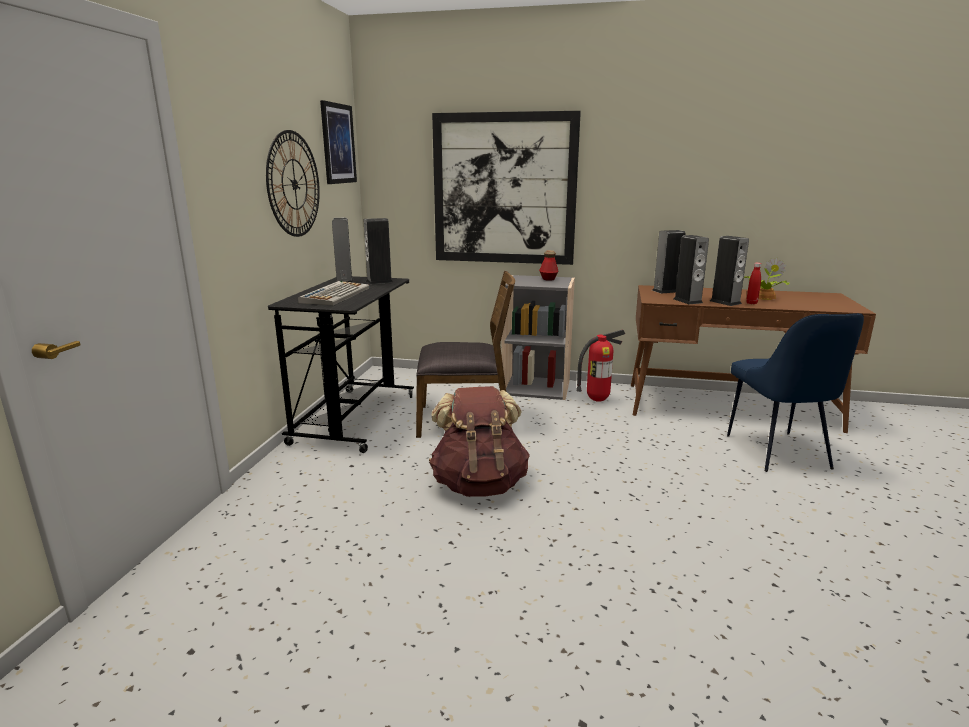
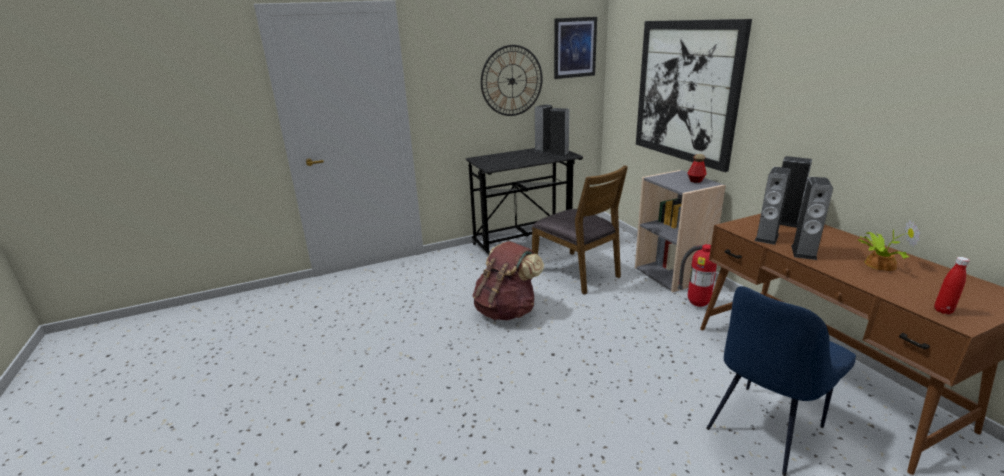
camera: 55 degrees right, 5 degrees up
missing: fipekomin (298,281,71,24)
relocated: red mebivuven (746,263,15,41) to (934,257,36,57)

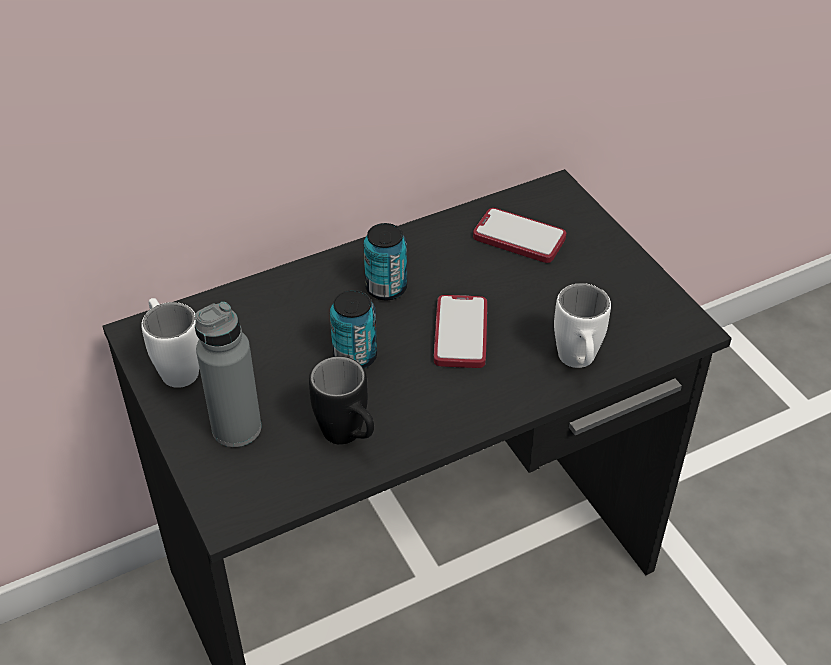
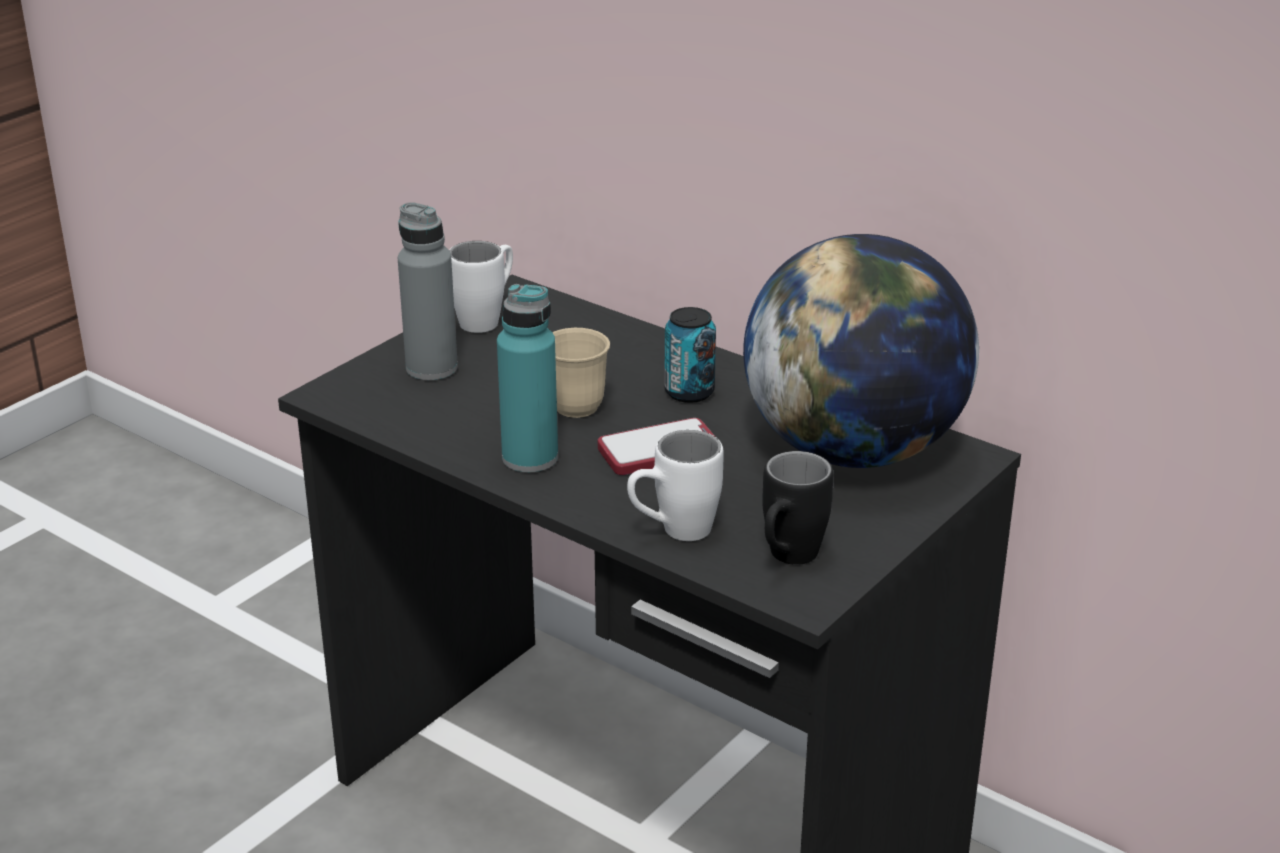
camera: 65 degrees right, 15 degrees down
appeared: turquoise mebivuven (497,284,61,189)
relocated: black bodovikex (309,356,65,89) to (762,451,72,114)
exchanged: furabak (330,290,47,78) to beige bodovikex (552,328,58,90); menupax (473,208,93,55) to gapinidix (743,234,236,234)

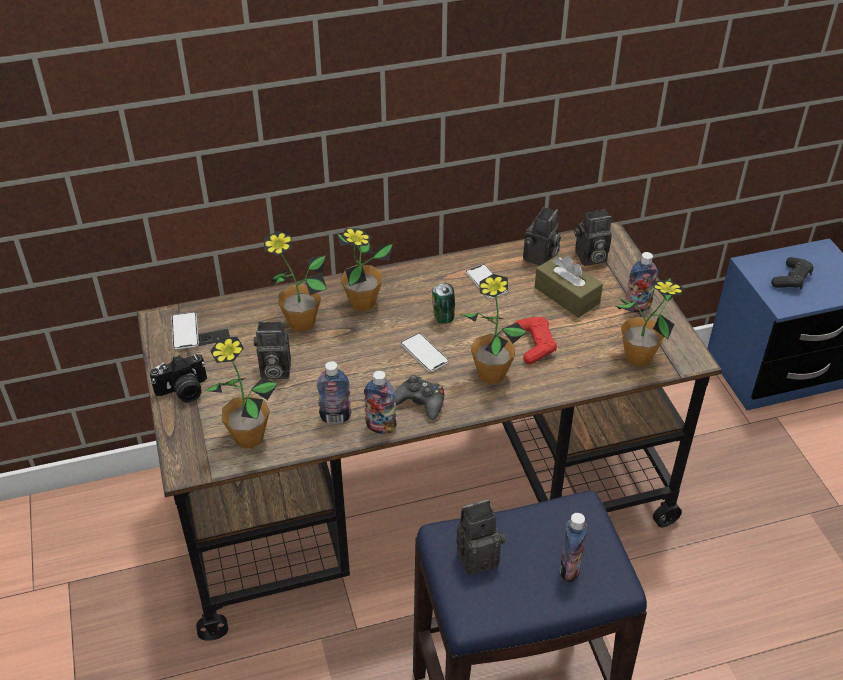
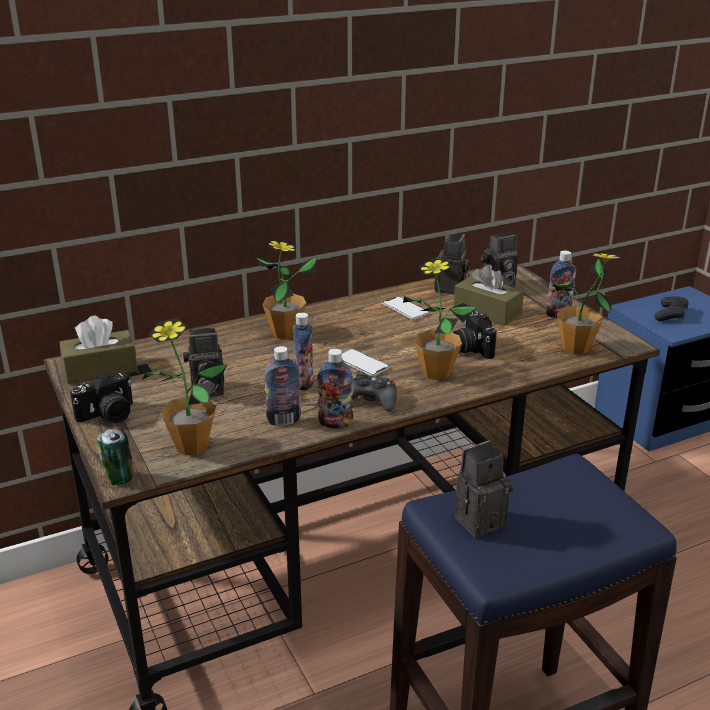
camera: 10 degrees left, 15 degrees down
missing: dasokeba (264,231,63,101)
relocated: furabak (432,283,23,41) to (97,429,37,56); mebivuven (560,513,27,69) to (293,312,20,78)
exchanged: menupax (171,312,28,38) to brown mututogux (60,316,78,68); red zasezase (515,317,42,47) to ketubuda (453,310,44,49)

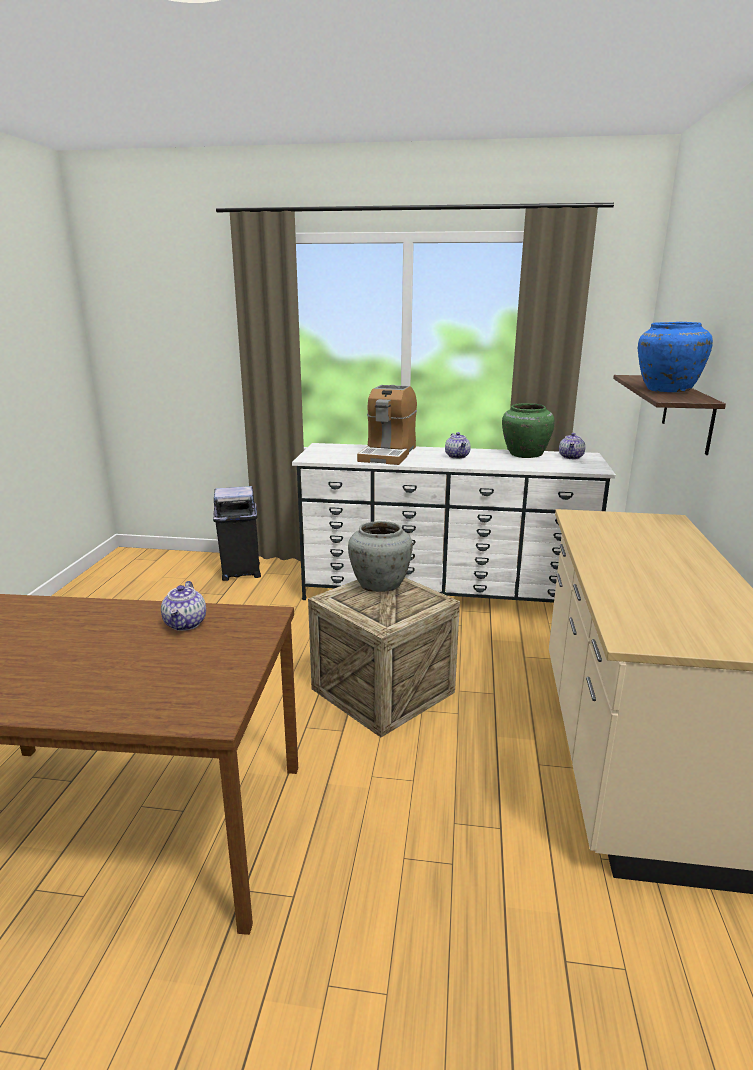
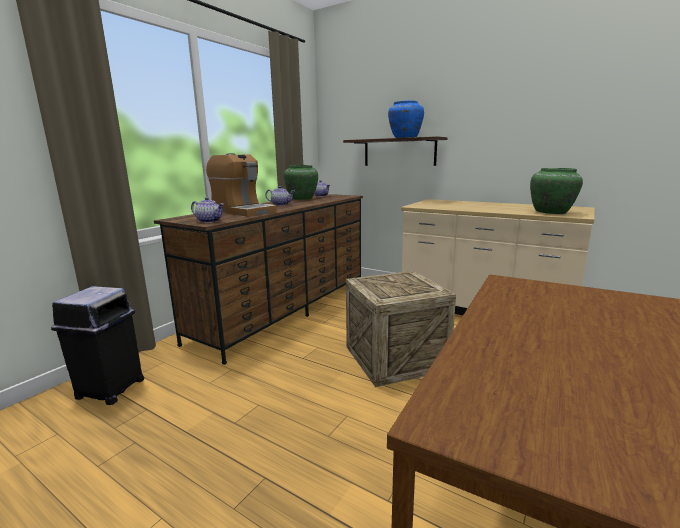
camera: 65 degrees left, 5 degrees down
missing: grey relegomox (348,521,65,71)
appeared: green relegomox (530,168,53,46)
relocated: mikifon (161,581,45,50) to (191,197,33,26)
colour: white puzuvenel (292,443,324,160) to brown puzuvenel (154,194,209,171)

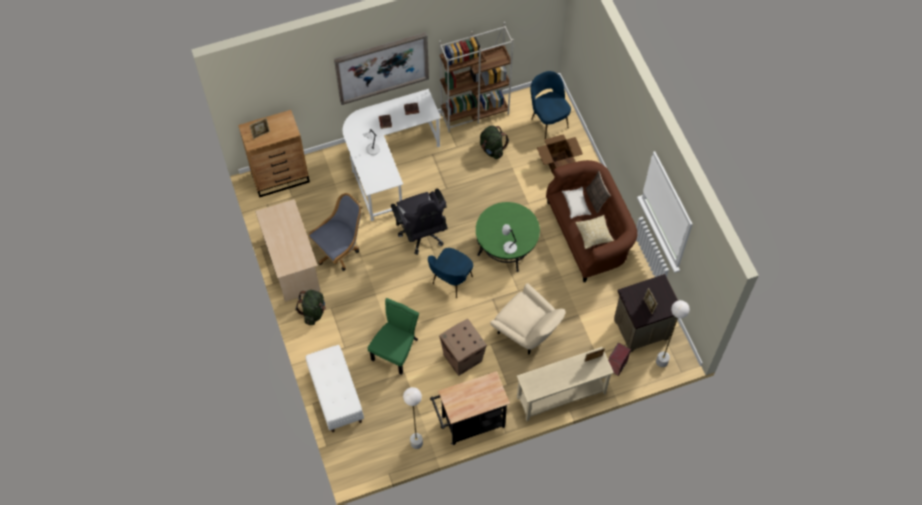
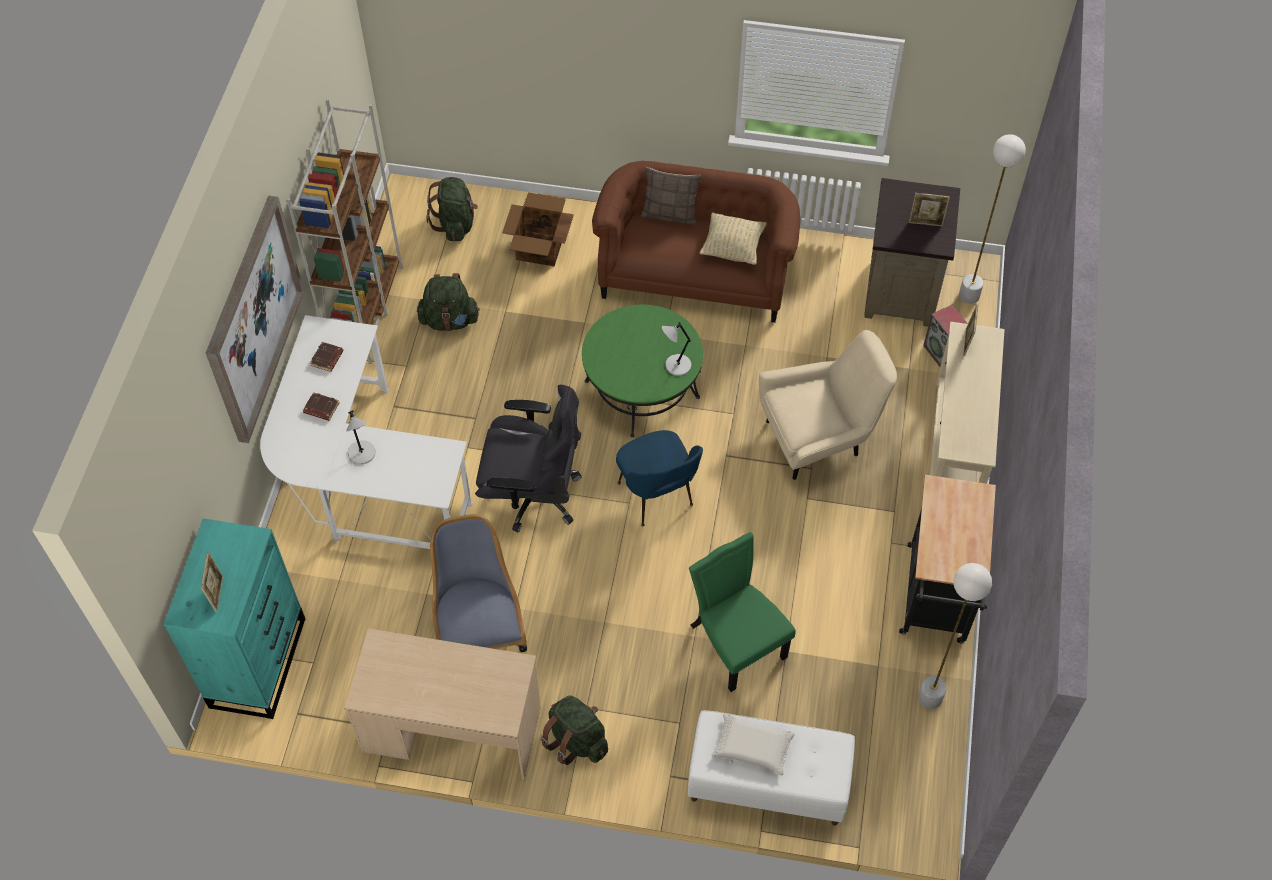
camera: 60 degrees left, 5 degrees down
missing: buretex (439,319,48,57)
relocated: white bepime (562,187,29,32) to (712,713,83,62)
exchanged: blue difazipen (530,71,41,68) to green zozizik (426,177,52,65)
colour: brown puzuvenel (238,110,72,88) to turquoise puzuvenel (163,518,142,201)

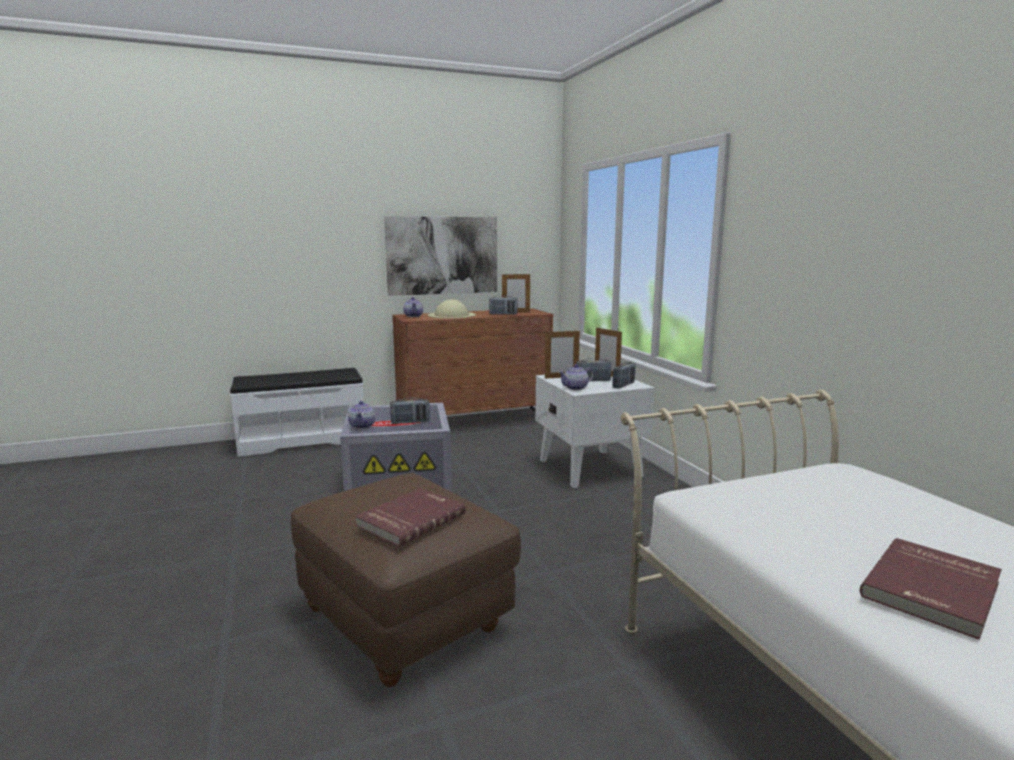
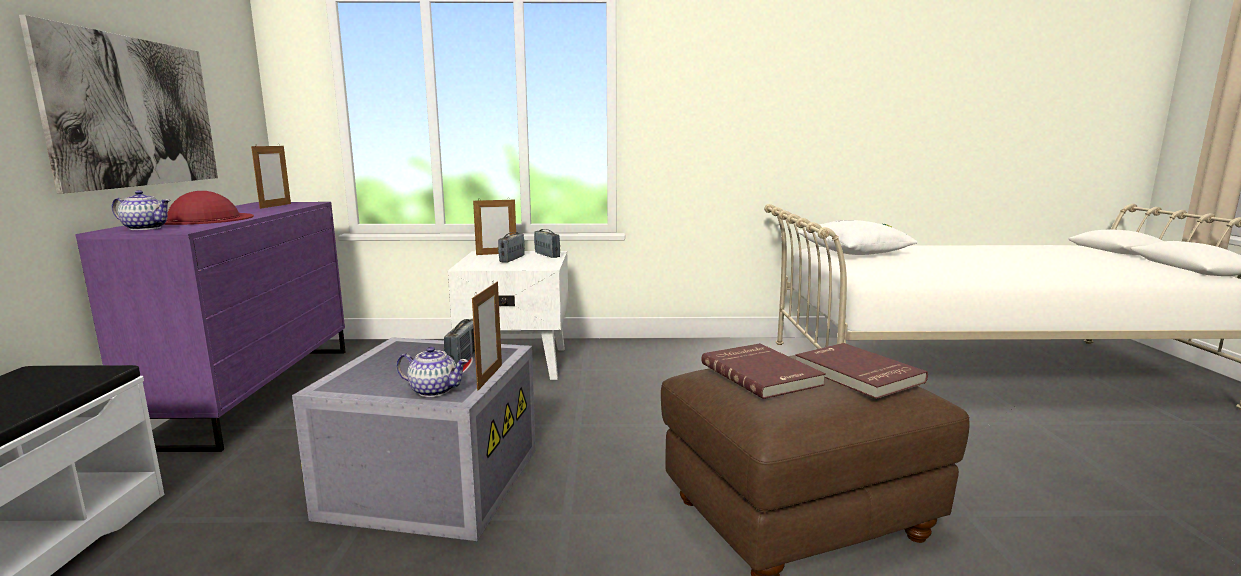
camera: 70 degrees left, 0 degrees up
missing: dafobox (489,296,28,19); mikifon (558,364,35,26)
appeared: white bepime (798,220,120,35)
relocated: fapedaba (545,329,35,50) to (472,282,30,109); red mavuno (860,538,142,102) to (701,343,125,56)
colour: brown puzuvenel (392,308,161,107) to purple puzuvenel (75,202,270,250); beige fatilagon (428,299,48,19) to red fatilagon (163,191,91,34)

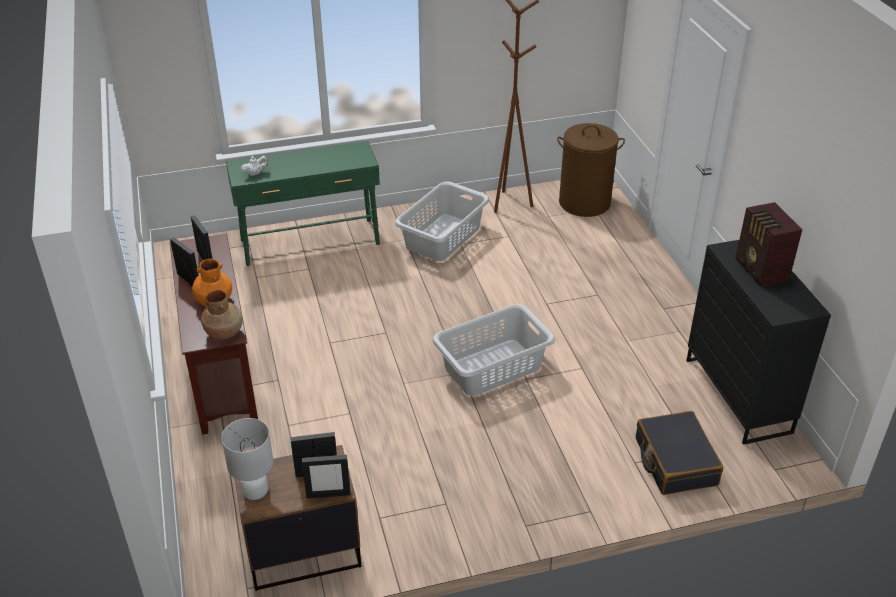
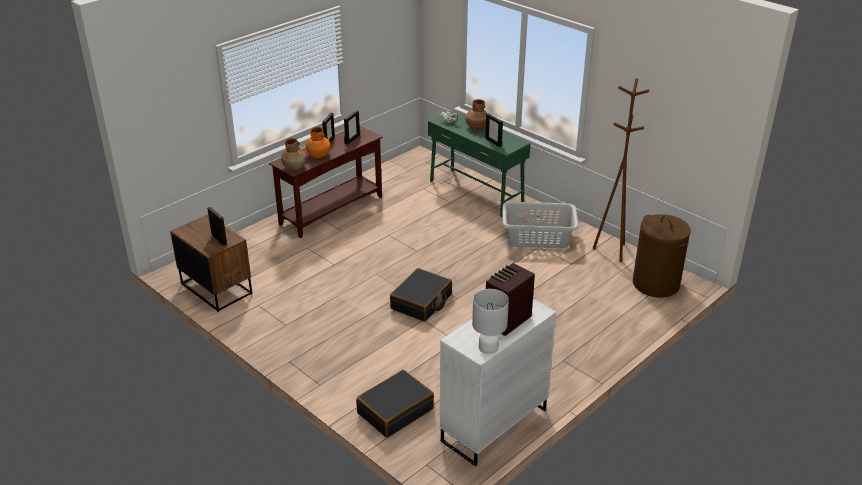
camera: 60 degrees right, 5 degrees down
appeared: brown relegomox (465,99,22,31)
relocated: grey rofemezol (221,418,53,82) to (472,289,37,65); fapedaba (302,455,48,43) to (485,113,18,34)
exchanged: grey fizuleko (432,304,123,92) to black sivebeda (390,268,62,54)
colour: black puzuvenel (686,240,145,205) to white puzuvenel (440,299,116,167)

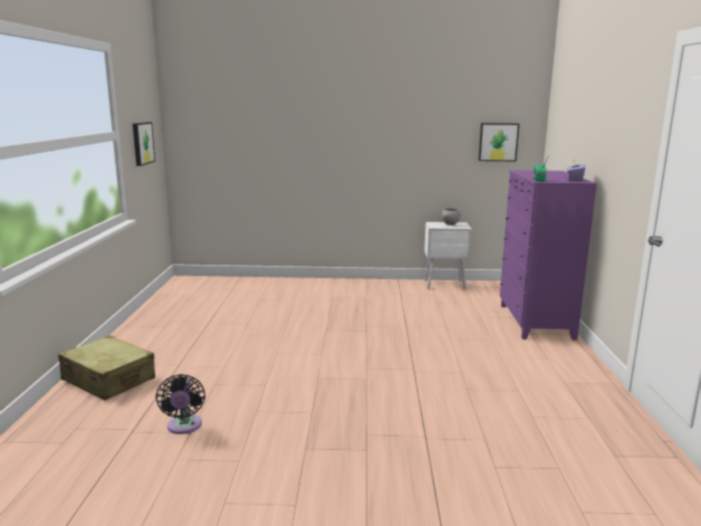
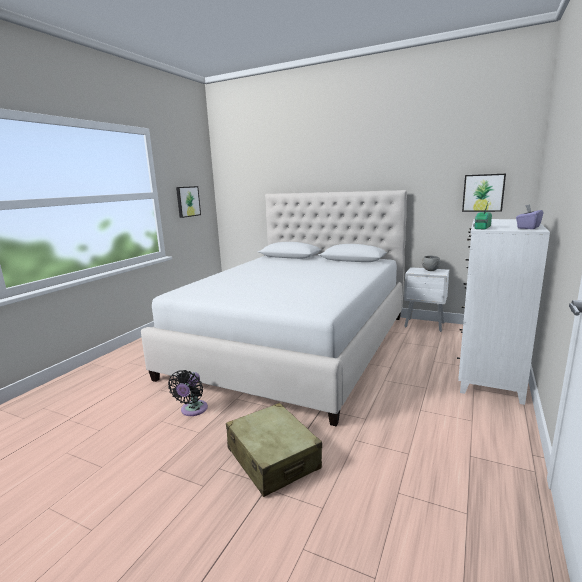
camera: 25 degrees right, 0 degrees up
appeared: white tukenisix (141,190,266,236)
relocated: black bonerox (156,374,49,60) to (168,370,40,46); beige sivebeda (58,335,97,65) to (226,403,96,94)
colour: purple puzuvenel (500,170,97,170) to white puzuvenel (457,219,93,186)

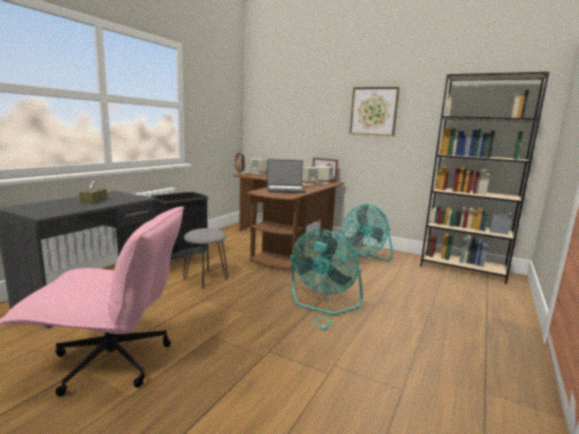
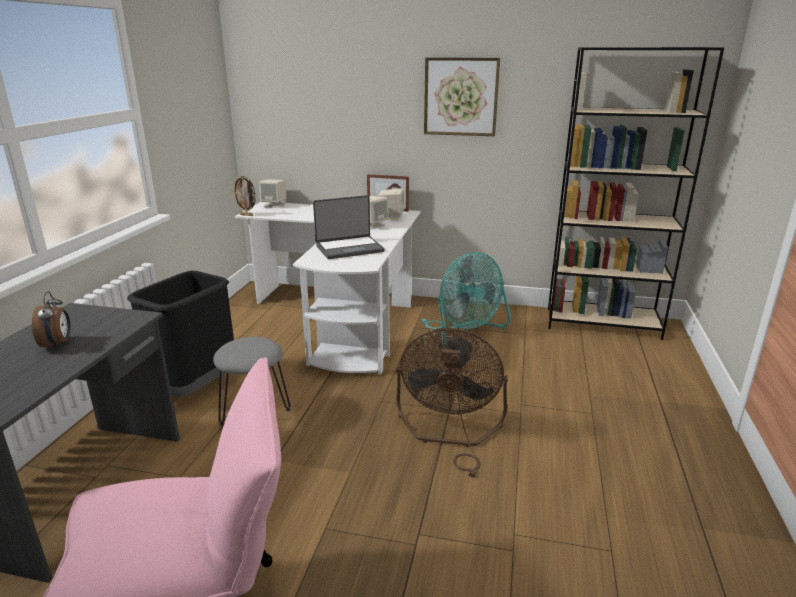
camera: 15 degrees left, 10 degrees up
exchanged: brown mututogux (79,180,28,24) to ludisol (32,291,38,58)
colour: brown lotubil (233,172,111,99) to white lotubil (235,202,186,173); turquoise bonerox (290,230,73,101) to brown bonerox (396,328,112,150)

